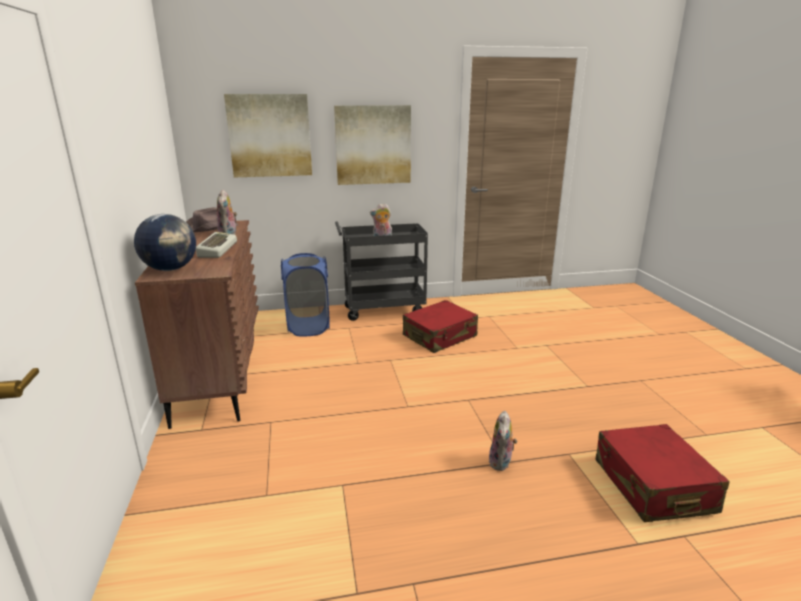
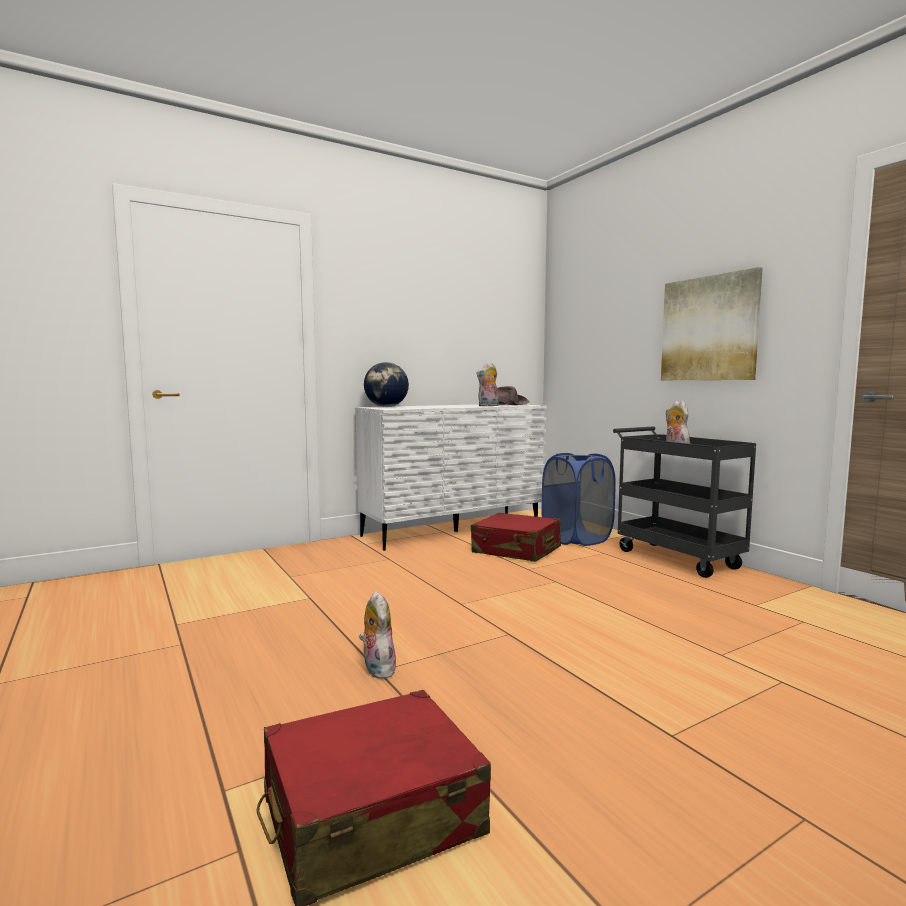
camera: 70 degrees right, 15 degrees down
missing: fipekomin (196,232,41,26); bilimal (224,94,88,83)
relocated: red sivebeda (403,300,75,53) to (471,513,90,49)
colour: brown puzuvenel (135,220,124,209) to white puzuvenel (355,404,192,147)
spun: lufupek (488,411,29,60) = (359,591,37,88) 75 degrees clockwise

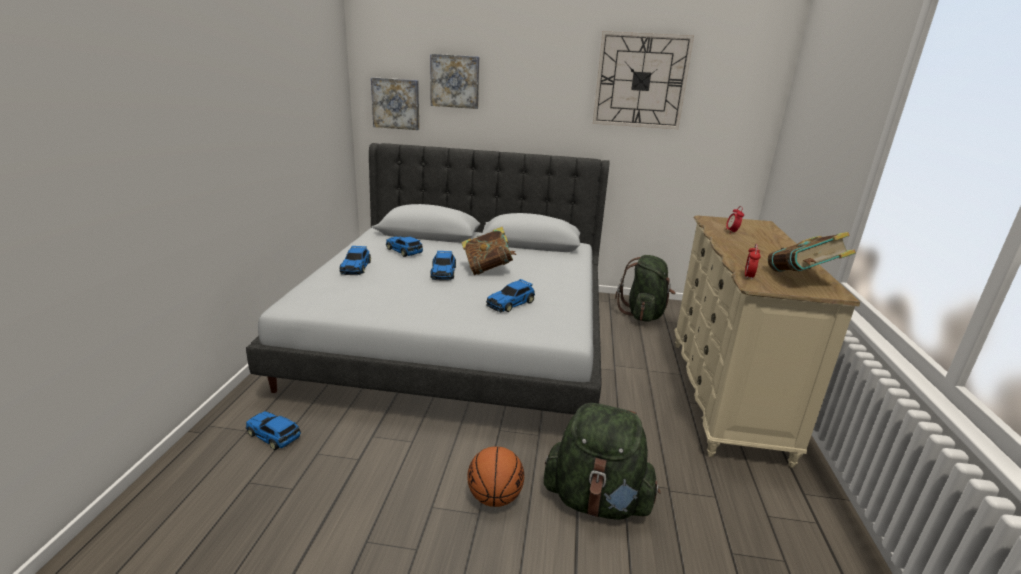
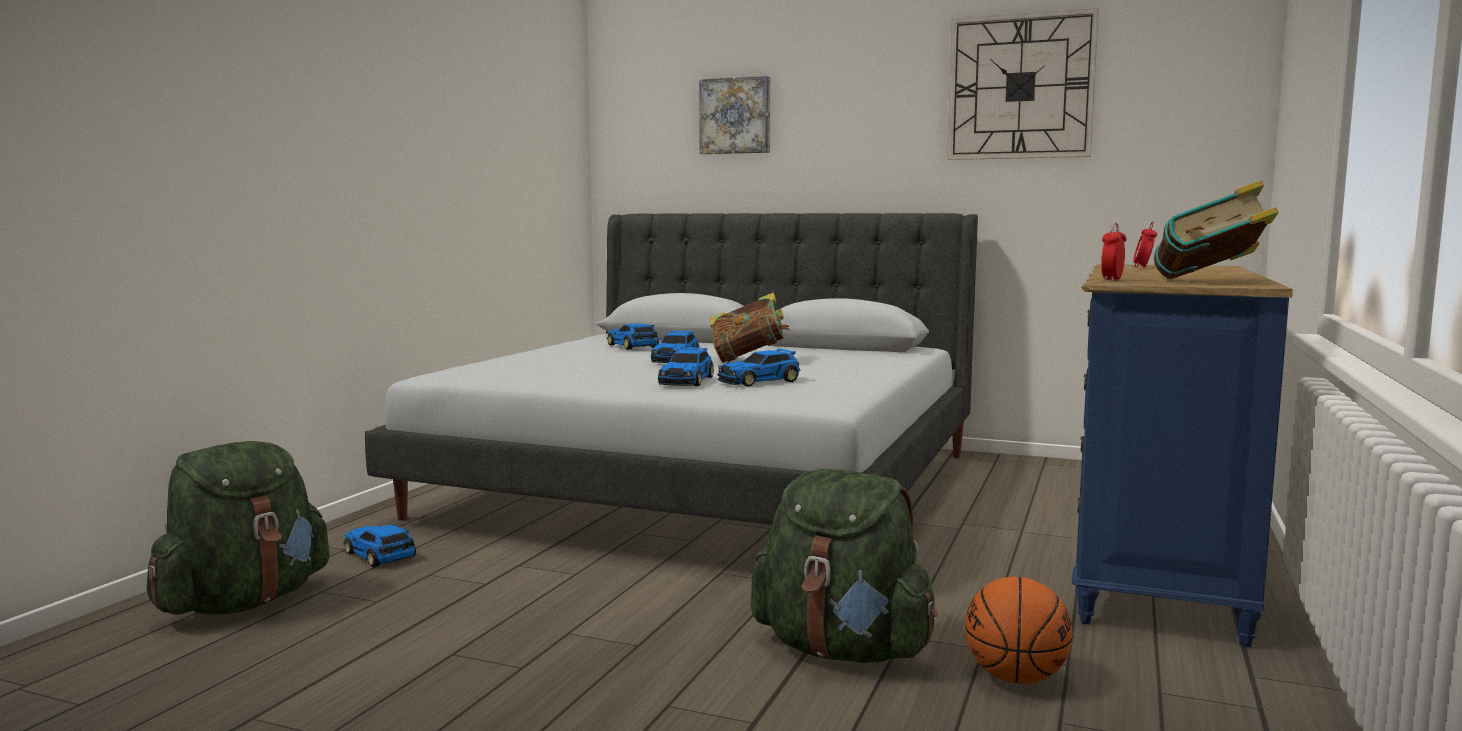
camera: 15 degrees right, 15 degrees down
missing: bilimal (371,77,48,53)
relocated: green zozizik (615,255,60,67) to (147,441,183,174); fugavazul (340,246,31,29) to (658,347,56,39); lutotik (467,446,57,61) to (965,577,108,107)
colour: beige puzuvenel (674,215,186,253) to blue puzuvenel (1072,264,221,383)

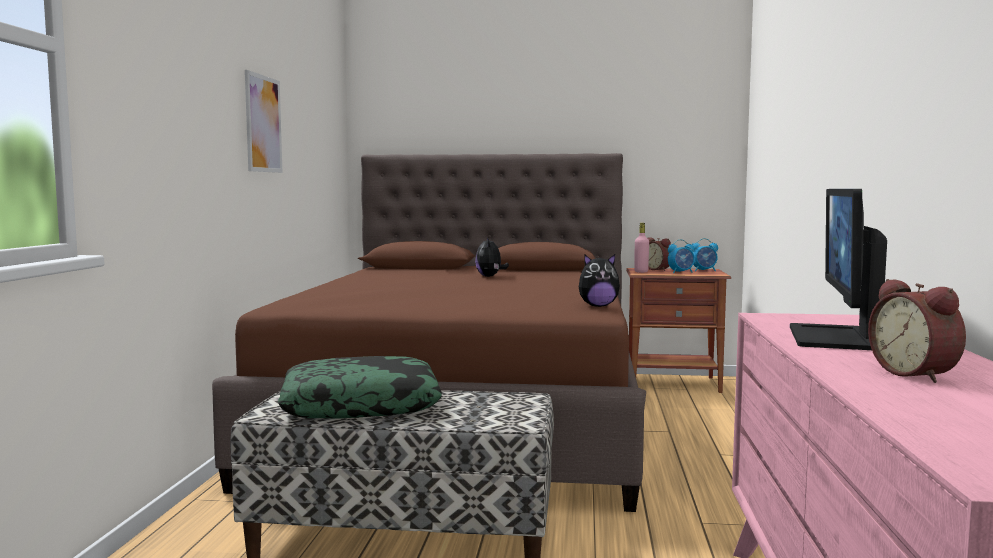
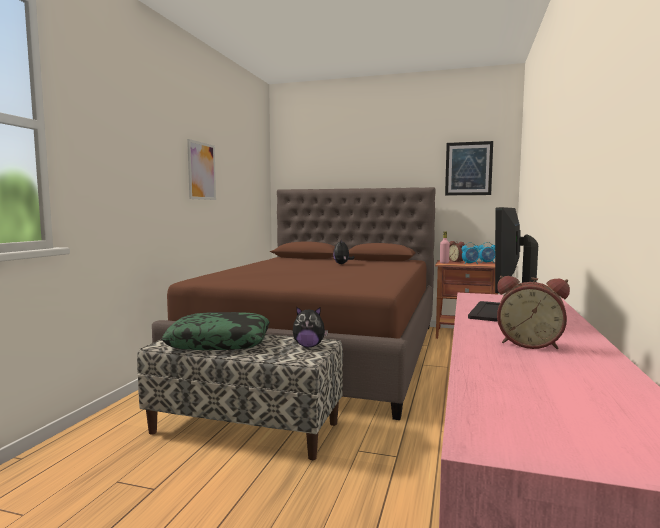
camera: 10 degrees right, 0 degrees up
appeared: bilimal (445,141,48,54)
relocated: lufupek (579,254,41,53) to (293,307,35,40)
spun: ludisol (868,279,98,104) = (497,276,73,73) 60 degrees counterclockwise

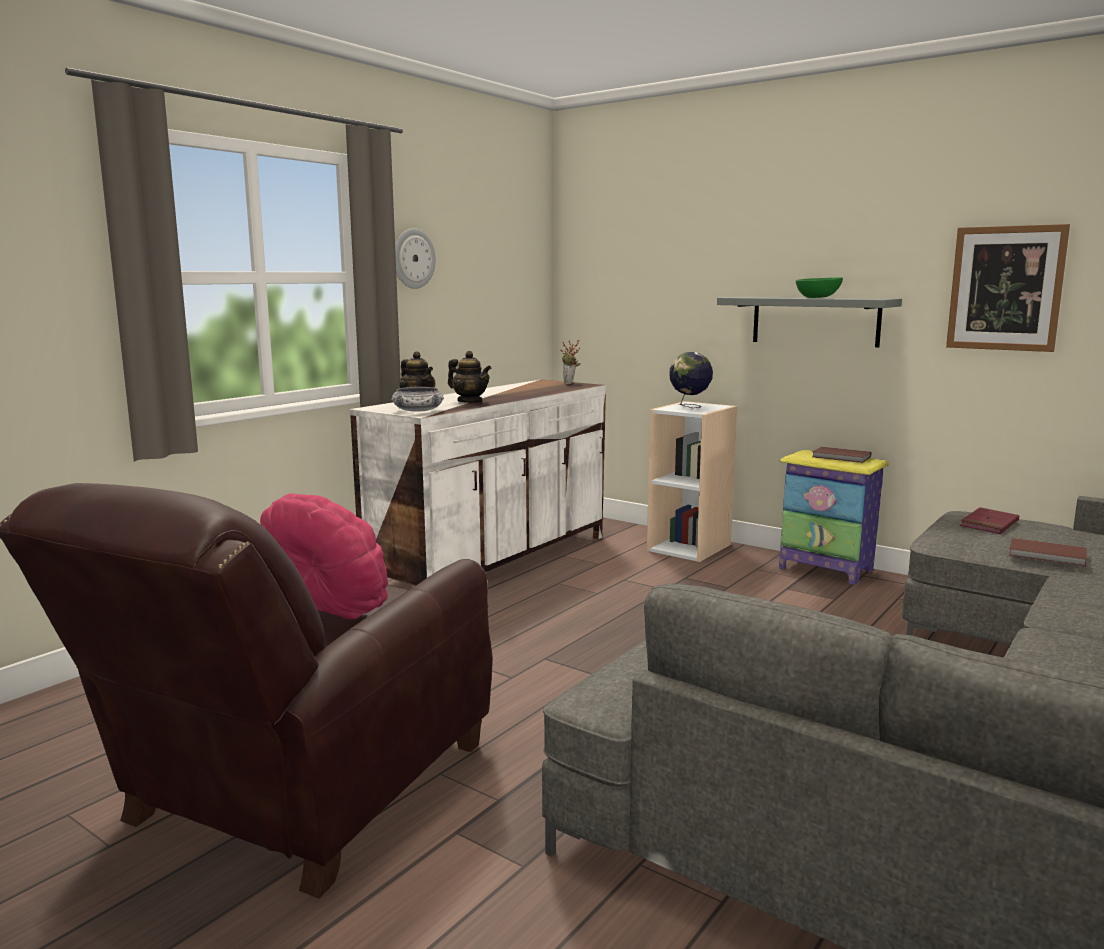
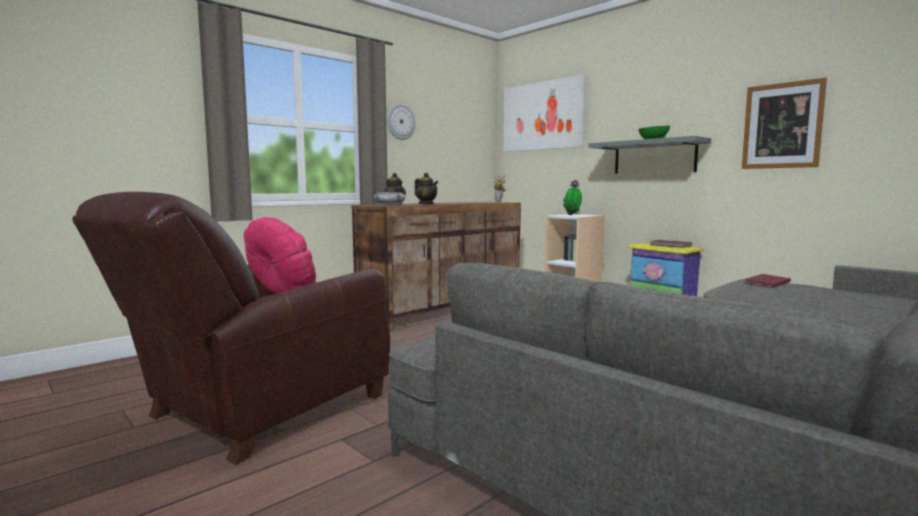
camera: 10 degrees right, 5 degrees down
missing: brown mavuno (1009,538,78,29)
appeared: bilimal (503,74,84,78)
exchanged: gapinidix (669,352,44,56) to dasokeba (563,180,19,35)
colour: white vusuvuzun (349,380,257,206) to brown vusuvuzun (351,202,170,129)

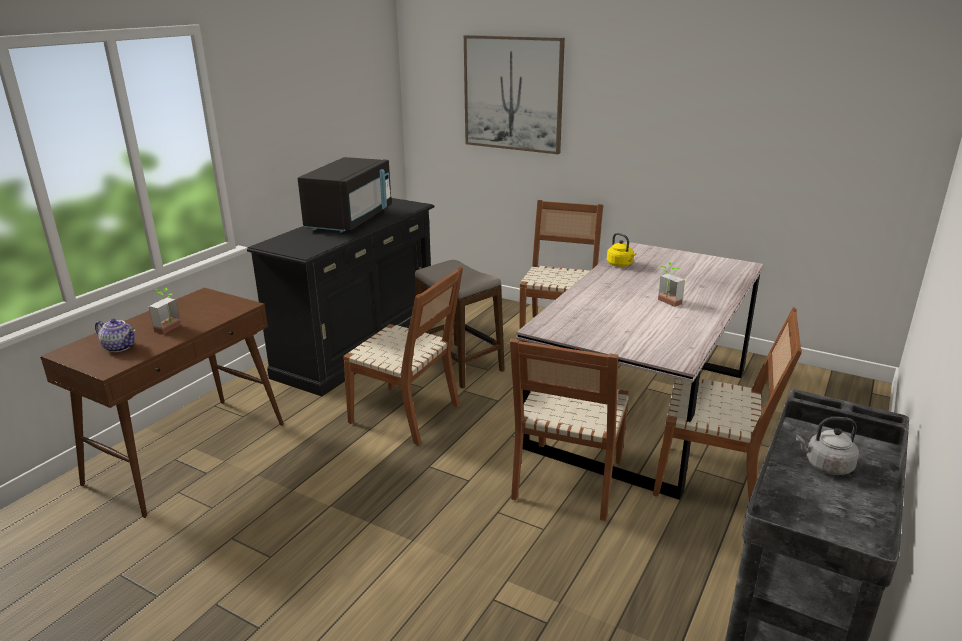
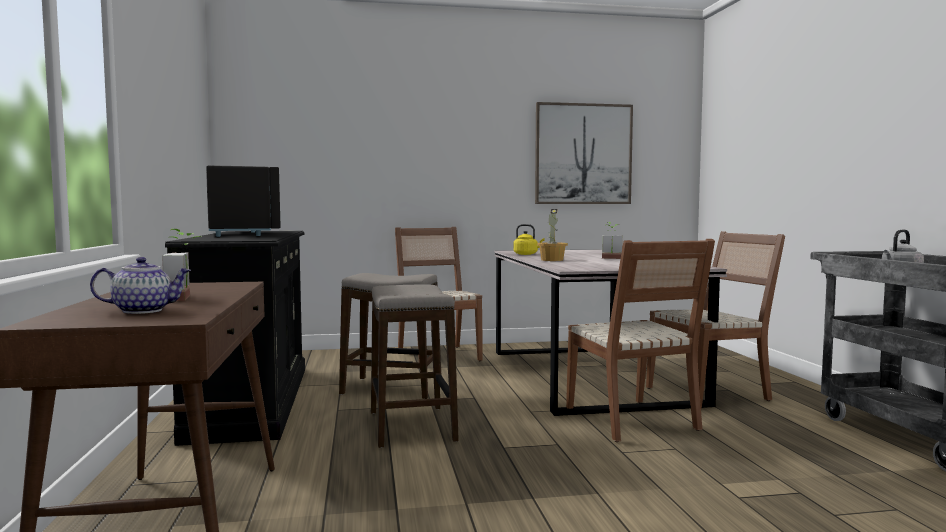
camera: 40 degrees left, 20 degrees down
appeared: dasokeba (537,209,31,52)
relocated: bilimal (464,35,101,119) to (535,102,98,102)
exchanged: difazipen (343,266,120,179) to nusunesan (371,284,88,164)

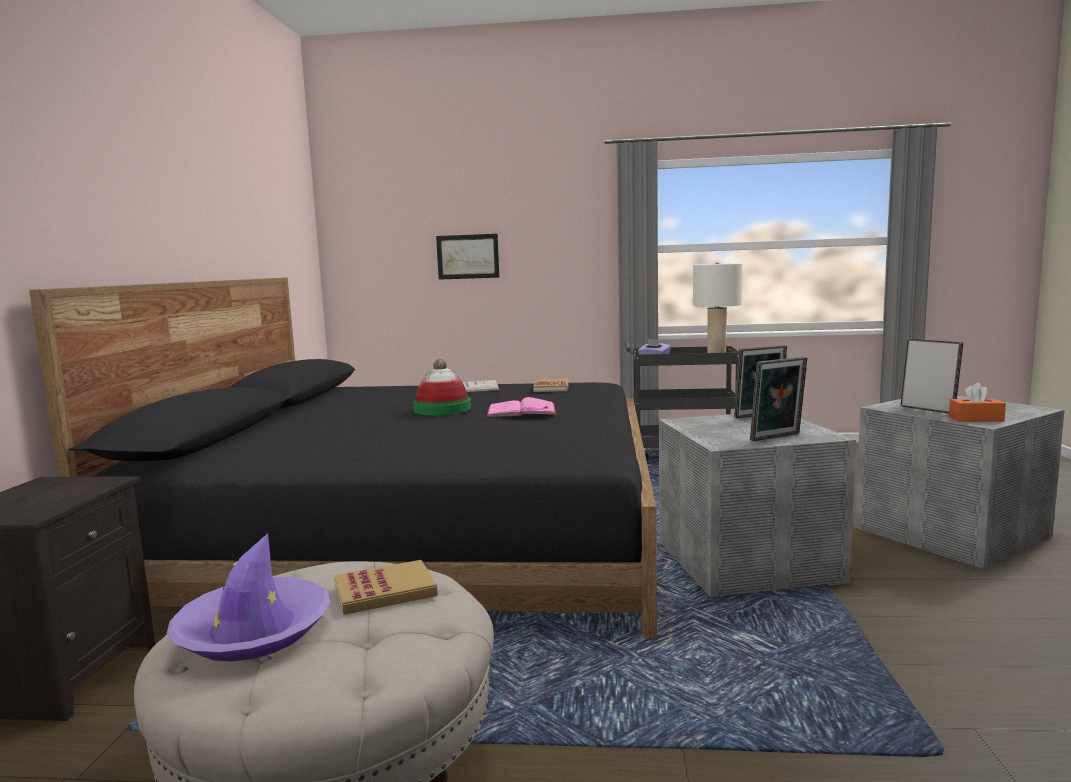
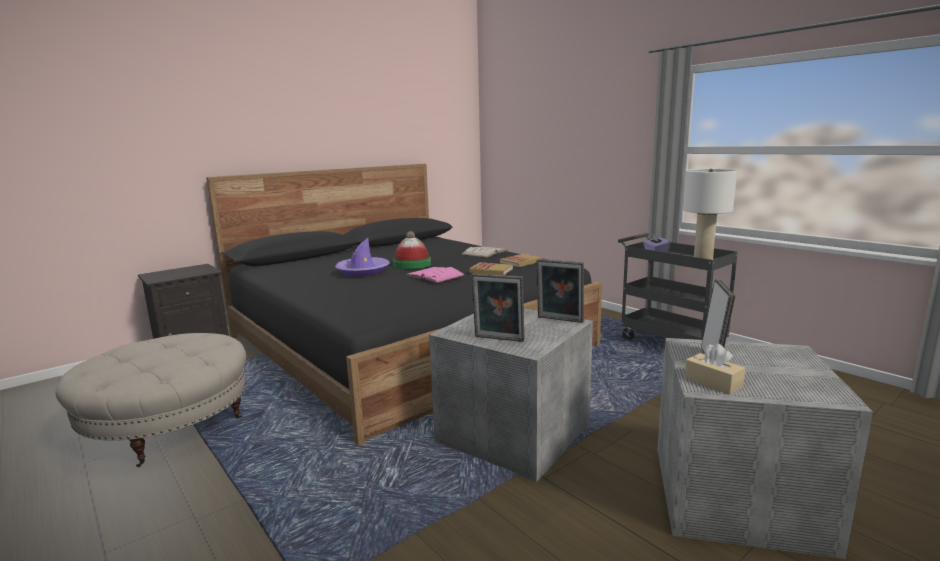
camera: 45 degrees right, 5 degrees up
missing: bilimal (436,234,63,46)
relocated: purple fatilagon (166,533,165,128) to (335,238,55,39); mavuno (334,560,104,55) to (469,262,44,13)
colour: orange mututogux (949,383,57,39) to beige mututogux (685,344,60,51)

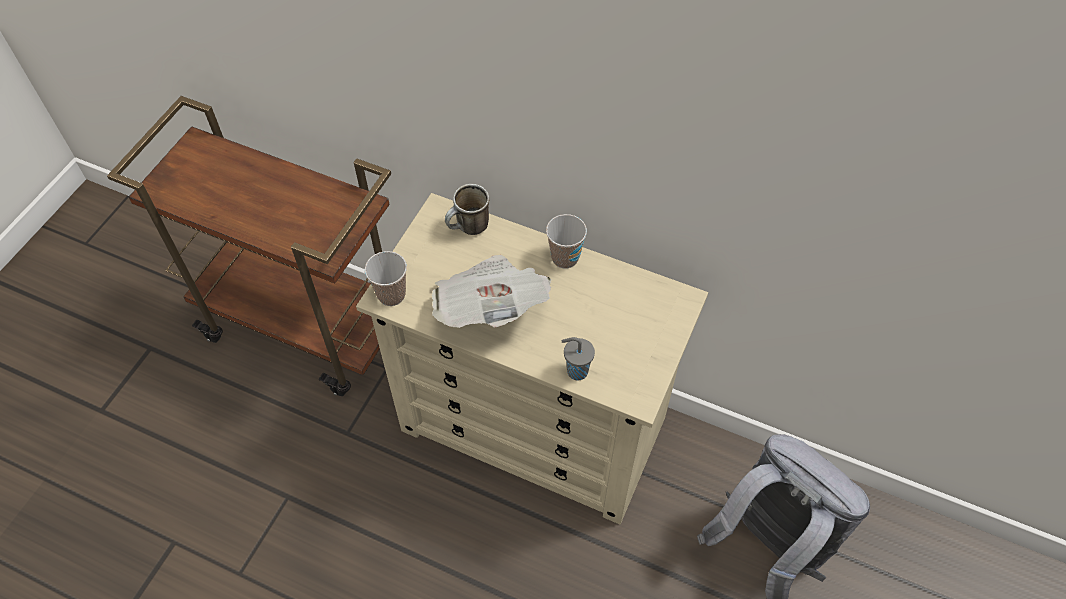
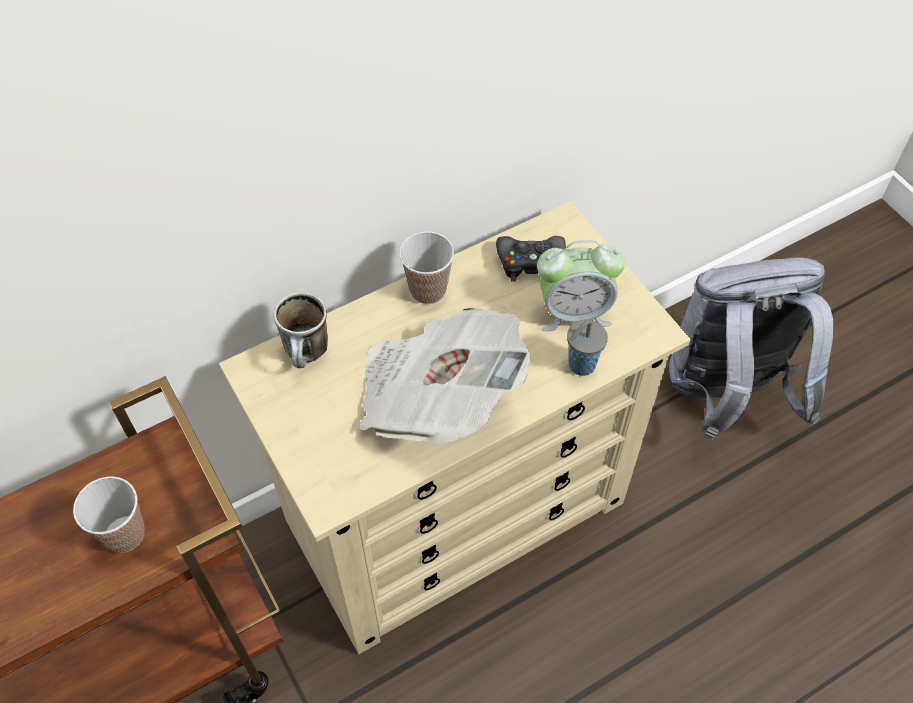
camera: 55 degrees left, 0 degrees up
appeared: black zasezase (496,236,70,46); ludisol (537,240,88,91)
relocated: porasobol (365,251,42,55) to (73,476,72,77)

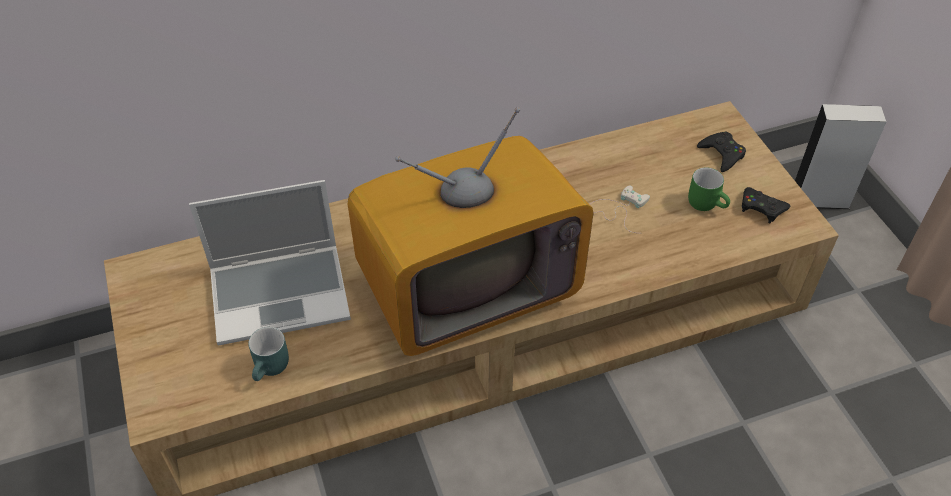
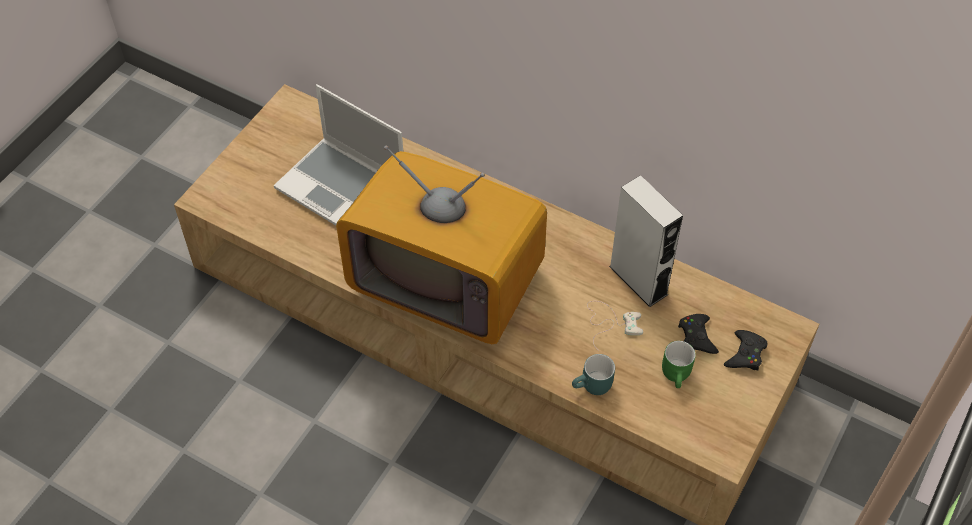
camera: 50 degrees right, 5 degrees up
relocated: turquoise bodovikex (248,327,41,54) to (572,354,43,41); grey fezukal (795,104,91,105) to (609,175,74,132); black zasezase (742,187,48,36) to (678,314,41,40)

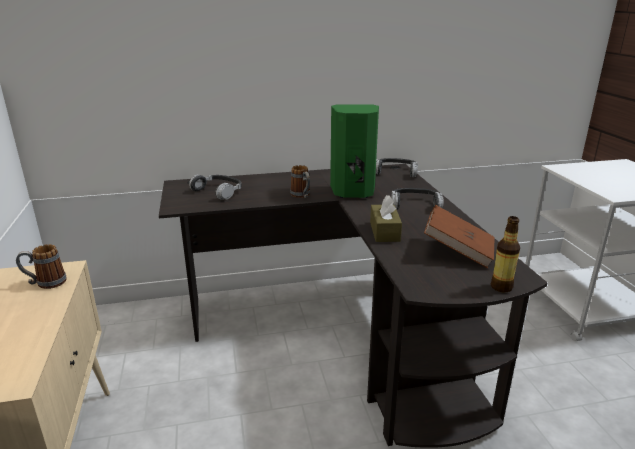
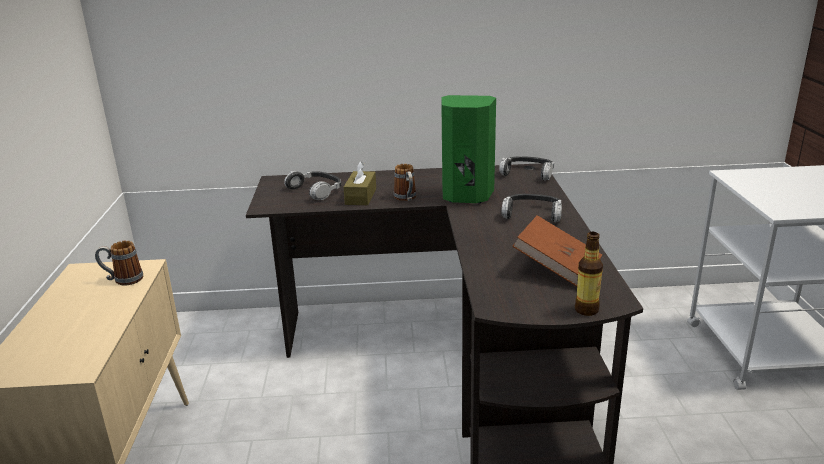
camera: 10 degrees right, 0 degrees up
relocated: brown mututogux (370,195,32,47) to (343,161,33,44)

